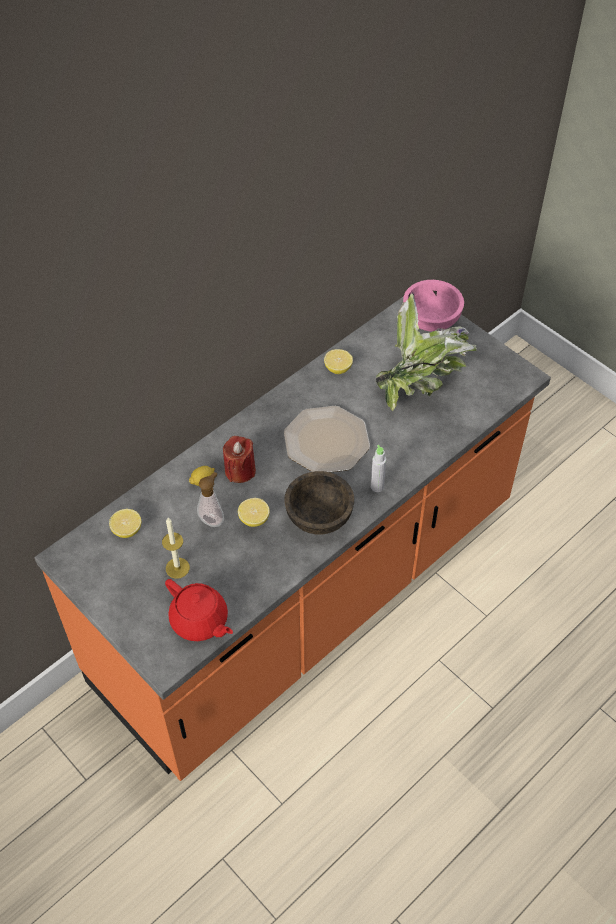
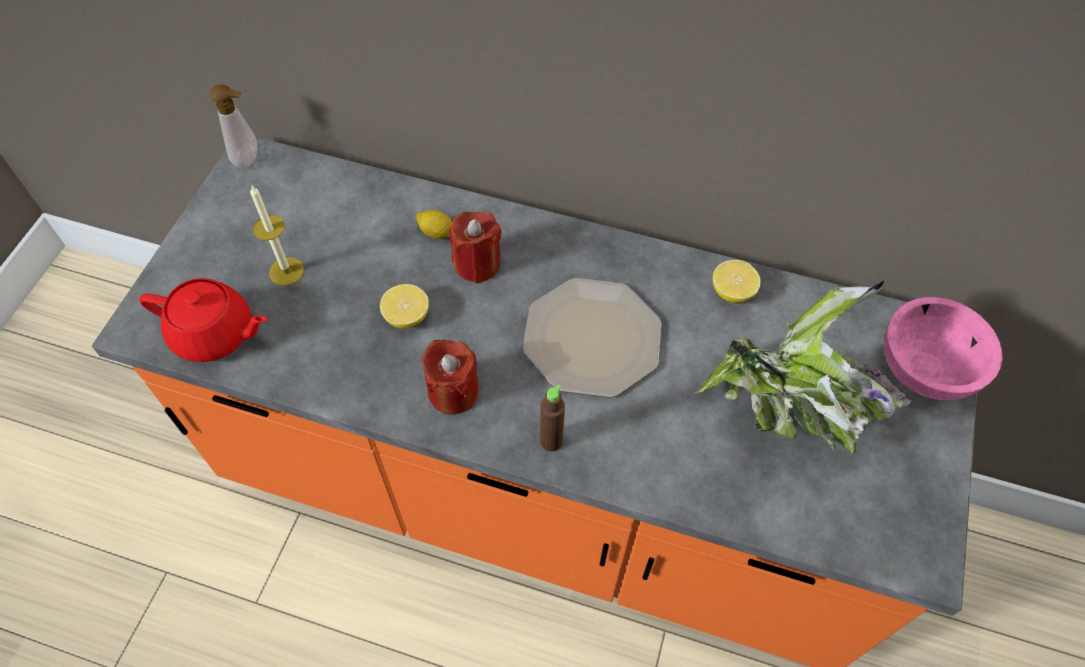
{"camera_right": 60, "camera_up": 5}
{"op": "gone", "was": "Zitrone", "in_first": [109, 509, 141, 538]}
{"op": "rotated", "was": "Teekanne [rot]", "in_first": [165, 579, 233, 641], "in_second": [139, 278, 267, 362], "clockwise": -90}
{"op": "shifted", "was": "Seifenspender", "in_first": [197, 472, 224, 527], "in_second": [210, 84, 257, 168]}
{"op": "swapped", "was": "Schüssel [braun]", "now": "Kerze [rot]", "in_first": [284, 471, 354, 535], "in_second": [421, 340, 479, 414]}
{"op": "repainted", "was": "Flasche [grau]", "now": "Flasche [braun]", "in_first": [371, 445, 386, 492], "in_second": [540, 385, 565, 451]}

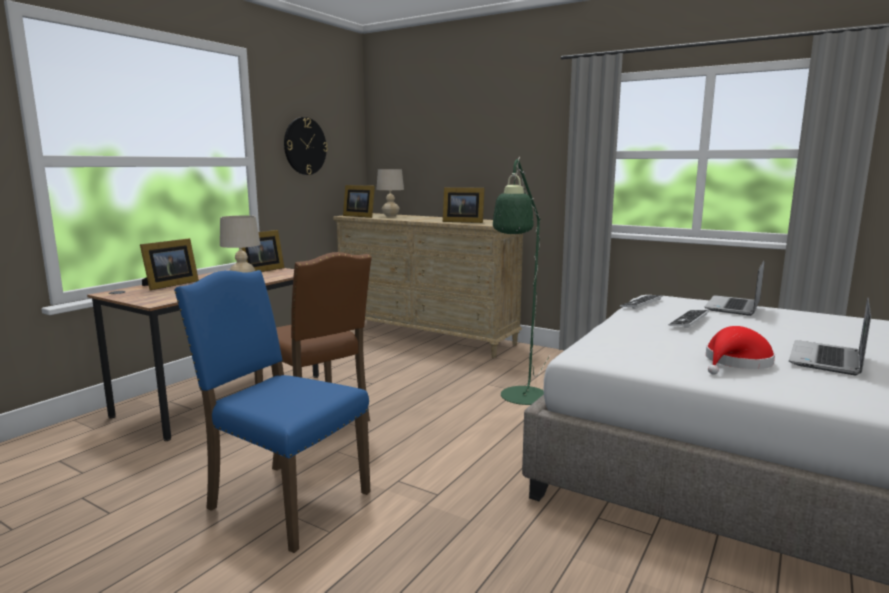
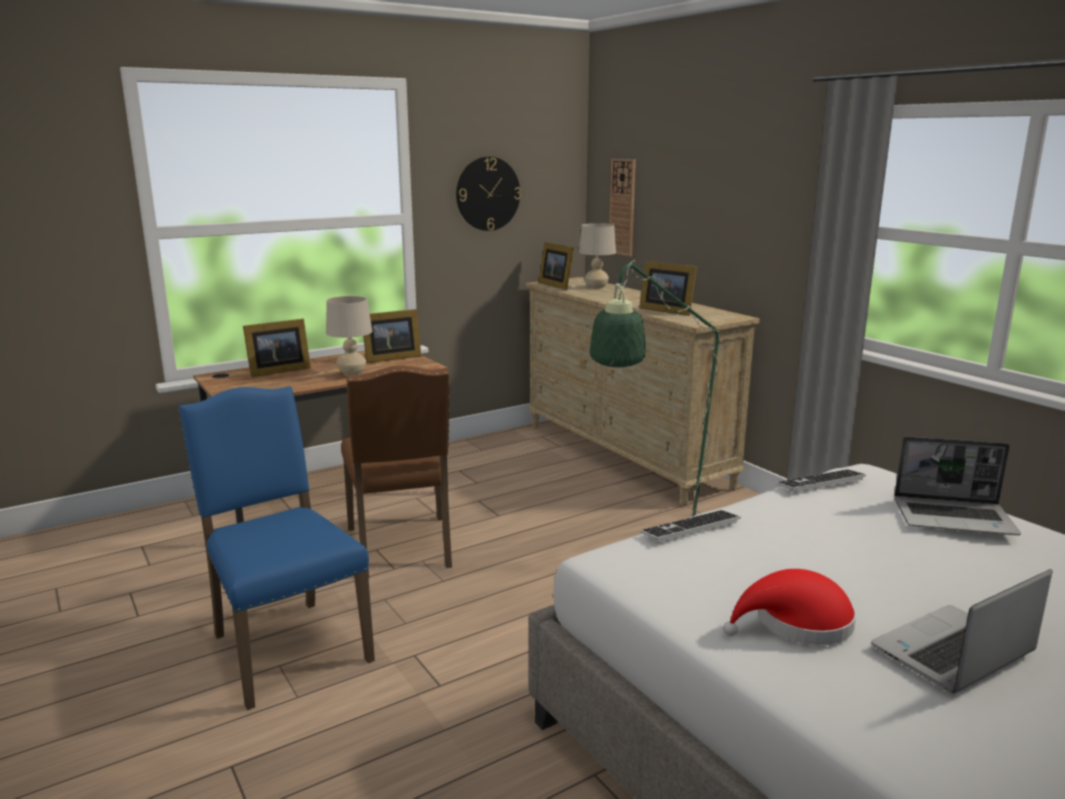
{"camera_right": 25, "camera_up": 5}
{"op": "shifted", "was": "Tastatur", "in_first": [668, 310, 709, 328], "in_second": [640, 510, 741, 543]}
{"op": "rotated", "was": "Laptop", "in_first": [704, 261, 764, 316], "in_second": [894, 436, 1021, 535], "clockwise": -135}
{"op": "new", "now": "Wanduhr", "in_second": [609, 159, 636, 257]}

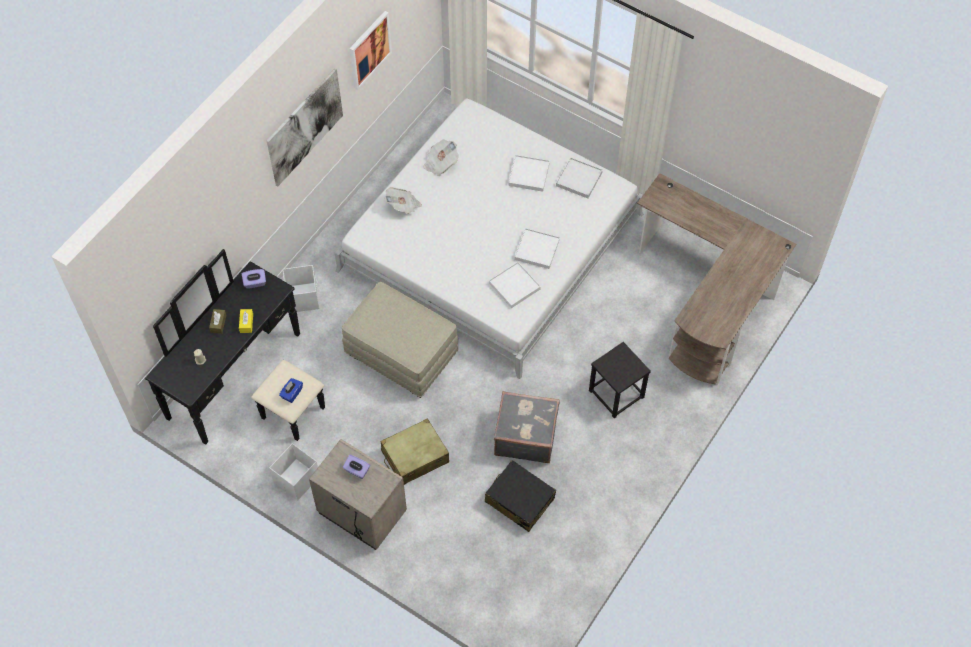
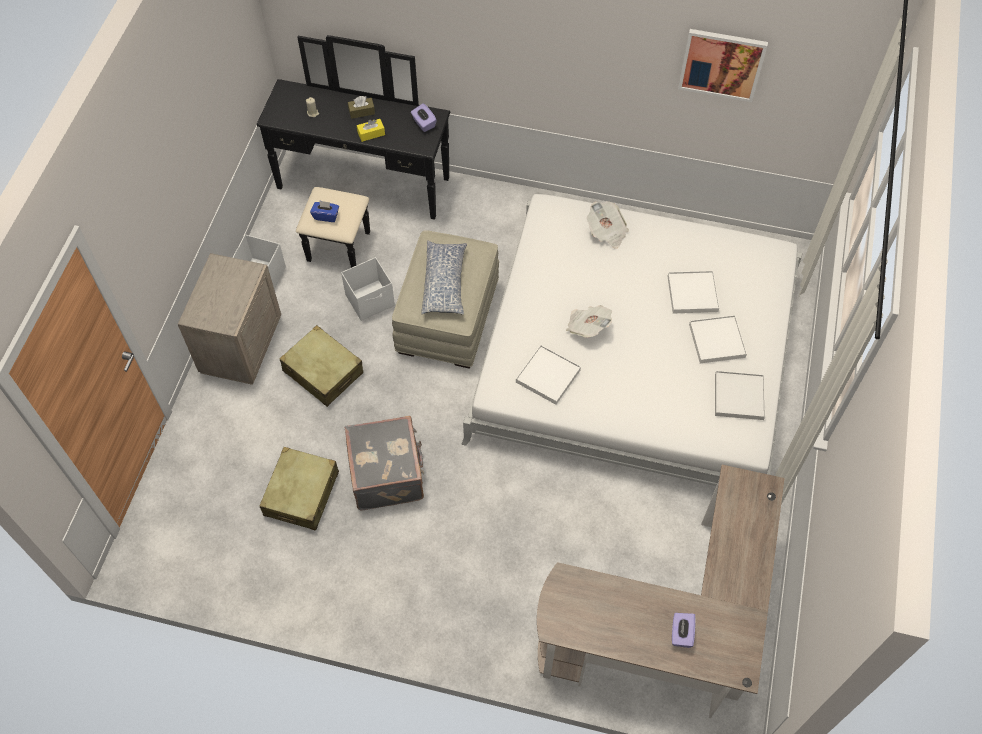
{"camera_right": 70, "camera_up": 0}
{"op": "gone", "was": "Bild", "in_first": [267, 68, 343, 186]}
{"op": "shifted", "was": "Aufbewahrungsbox [weiß]", "in_first": [283, 265, 319, 312], "in_second": [341, 257, 395, 321]}
{"op": "shifted", "was": "Taschentuchbox [lila]", "in_first": [343, 455, 370, 479], "in_second": [672, 613, 696, 648]}
{"op": "shifted", "was": "Zeitung", "in_first": [423, 139, 459, 176], "in_second": [566, 305, 612, 337]}
{"op": "repainted", "was": "Koffer [schwarz]", "now": "Koffer [beige]", "in_first": [485, 460, 556, 532], "in_second": [260, 447, 339, 530]}
{"op": "shifted", "was": "Tablett [weiß]", "in_first": [514, 228, 560, 269], "in_second": [668, 271, 719, 314]}
{"op": "gone", "was": "Hocker [schwarz]", "in_first": [589, 342, 651, 418]}
{"op": "new", "now": "Kissen", "in_second": [421, 240, 467, 315]}

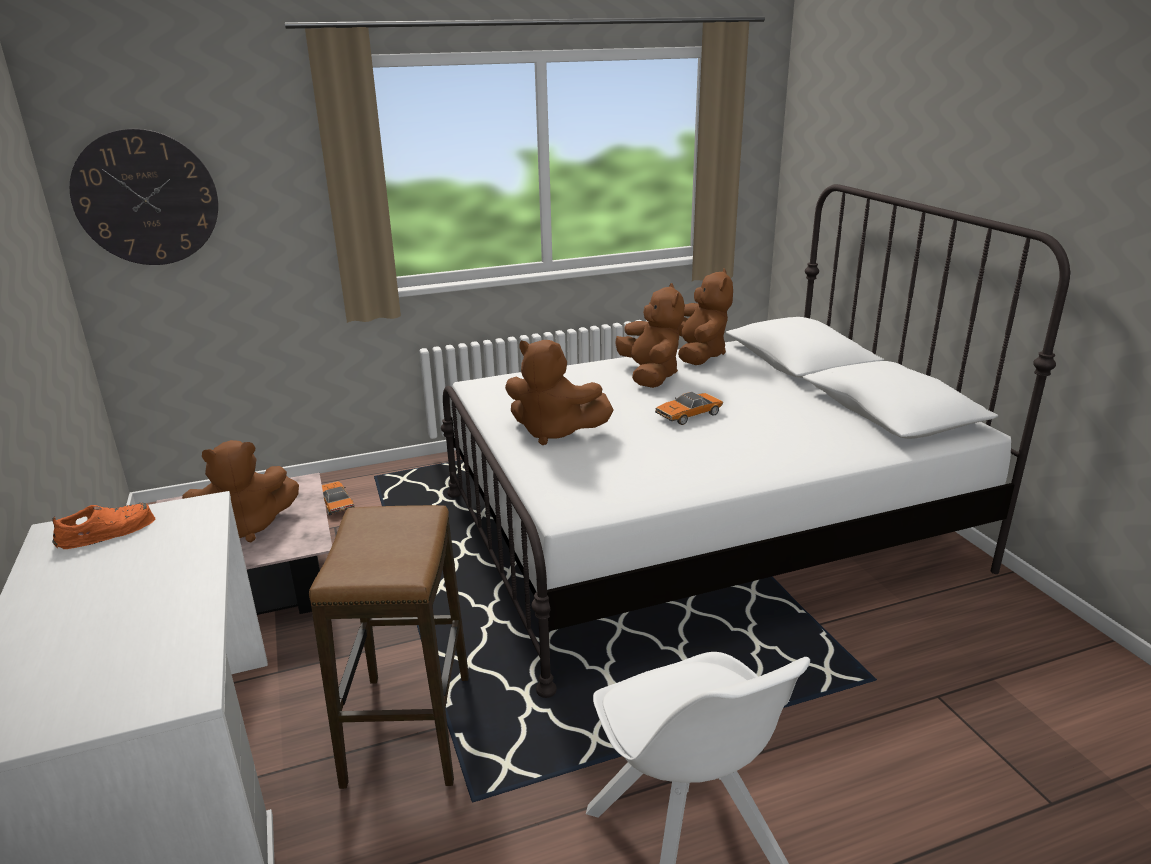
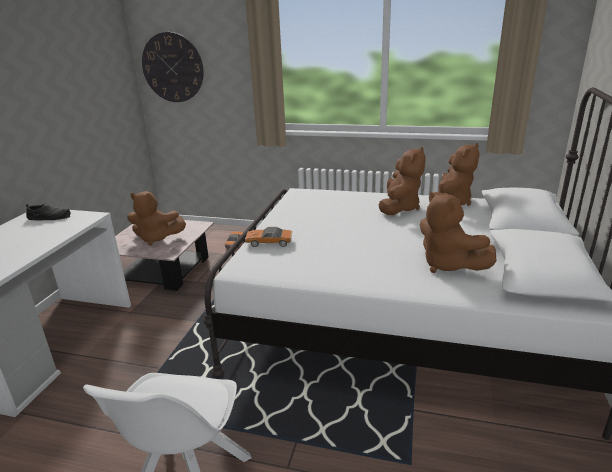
{"camera_right": 35, "camera_up": 0}
{"op": "repainted", "was": "Schuh [orange]", "now": "Schuh [schwarz]", "in_first": [52, 503, 155, 549], "in_second": [26, 203, 71, 221]}
{"op": "gone", "was": "Hocker", "in_first": [309, 505, 469, 789]}
{"op": "shifted", "was": "Plüschtier [braun]", "in_first": [505, 340, 614, 445], "in_second": [420, 192, 496, 273]}
{"op": "shifted", "was": "Spielzeugauto", "in_first": [655, 392, 723, 425], "in_second": [245, 227, 292, 247]}

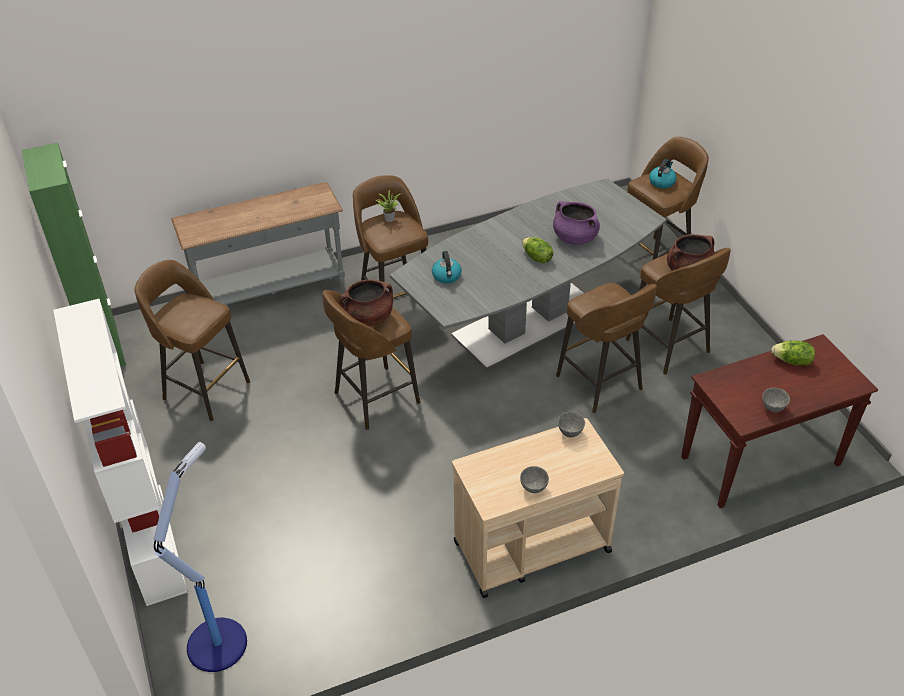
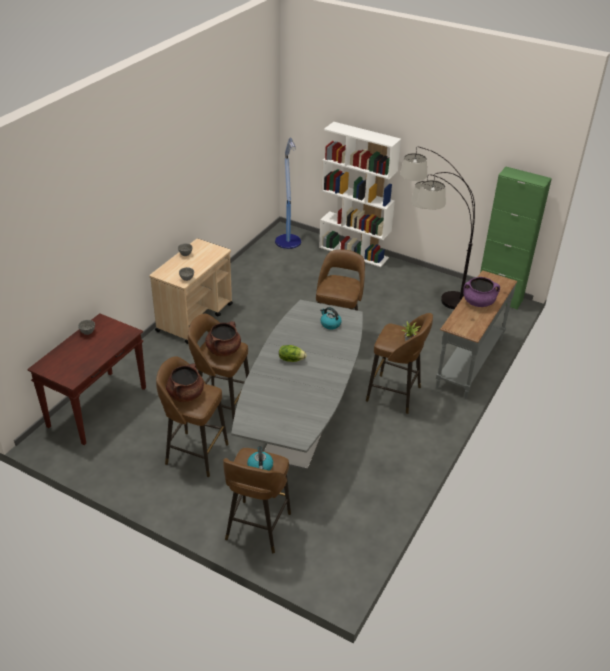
{"camera_right": 140, "camera_up": -5}
{"op": "swapped", "was": "Hocker [braun]", "now": "Stehlampe", "in_first": [134, 260, 250, 421], "in_second": [400, 147, 475, 309]}
{"op": "shifted", "was": "Kochtopf [braun]", "in_first": [339, 279, 393, 326], "in_second": [205, 321, 241, 356]}
{"op": "shifted", "was": "Kochtopf [lila]", "in_first": [553, 201, 600, 245], "in_second": [463, 277, 500, 307]}
{"op": "gone", "was": "Salatkopf", "in_first": [771, 340, 815, 366]}

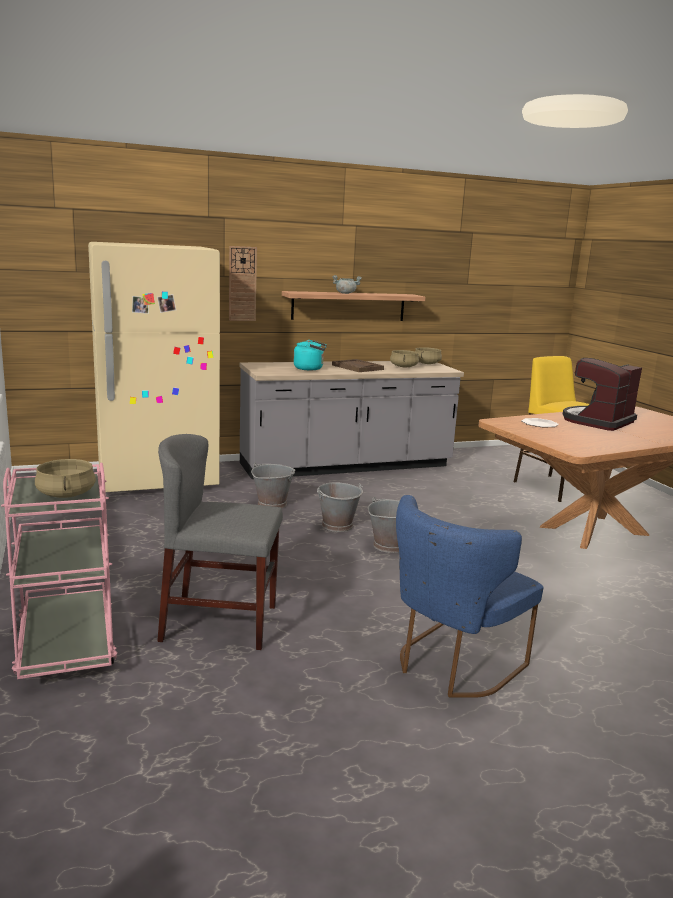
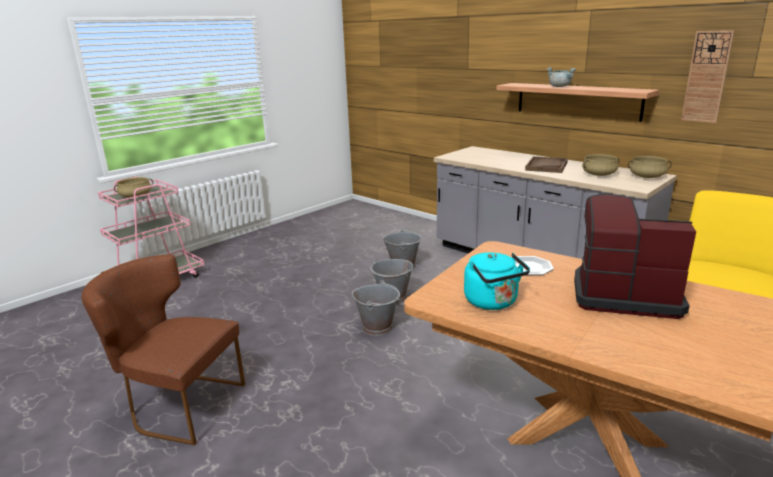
{"camera_right": 65, "camera_up": 5}
{"op": "gone", "was": "Kühlschrank [beige]", "in_first": [88, 242, 220, 492]}
{"op": "gone", "was": "Stuhl [grau]", "in_first": [157, 434, 283, 650]}
{"op": "shifted", "was": "Wanduhr", "in_first": [229, 246, 257, 321], "in_second": [681, 30, 735, 123]}
{"op": "shifted", "was": "Wasserkessel [türkis]", "in_first": [294, 340, 327, 370], "in_second": [464, 252, 530, 310]}
{"op": "repainted", "was": "Stuhl [blau]", "now": "Stuhl [braun]", "in_first": [396, 495, 544, 698], "in_second": [82, 254, 245, 445]}

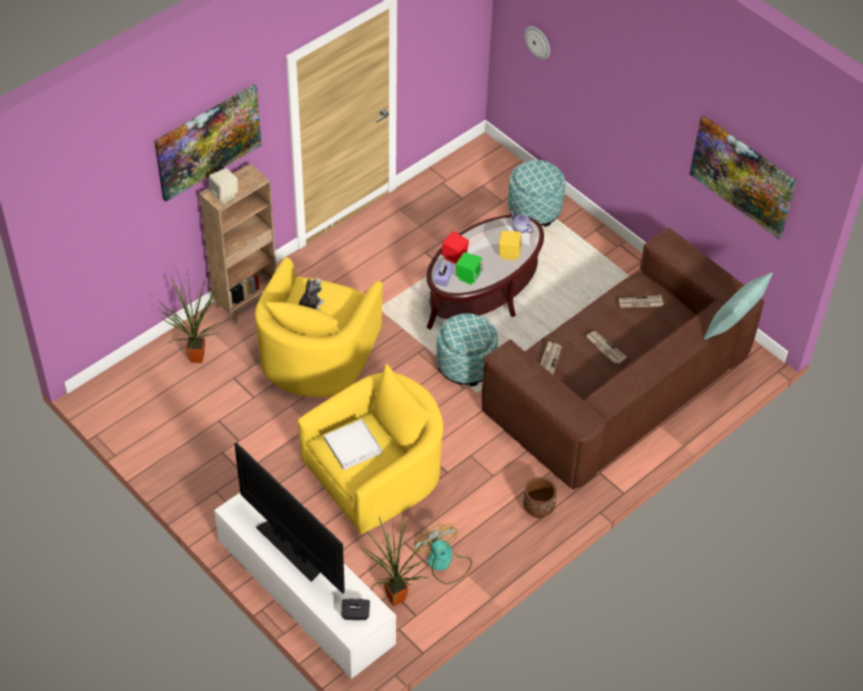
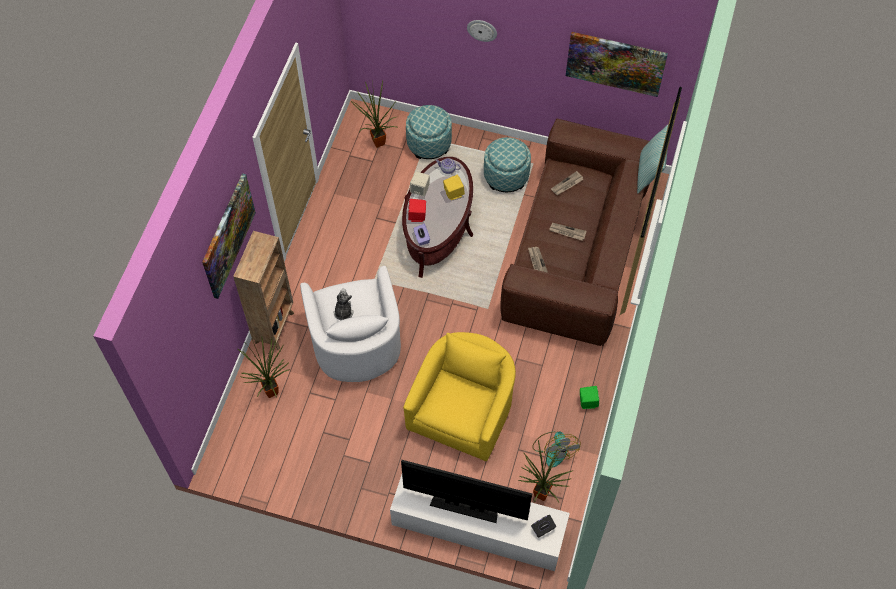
{"camera_right": -30, "camera_up": 10}
{"op": "shifted", "was": "Lautsprecher [beige]", "in_first": [209, 168, 238, 203], "in_second": [410, 171, 430, 197]}
{"op": "repainted", "was": "Sessel [gelb]", "now": "Sessel [weiß]", "in_first": [255, 257, 383, 397], "in_second": [300, 266, 401, 382]}
{"op": "gone", "was": "Tablett [weiß]", "in_first": [324, 419, 382, 470]}
{"op": "rotated", "was": "Ventilator", "in_first": [414, 524, 472, 584], "in_second": [532, 432, 581, 467], "clockwise": -135}
{"op": "shifted", "was": "Polsterhocker", "in_first": [436, 313, 498, 387], "in_second": [484, 137, 531, 192]}
{"op": "shifted", "was": "Lautsprecher [grün]", "in_first": [456, 252, 482, 285], "in_second": [580, 386, 599, 409]}
{"op": "gone", "was": "Pflanzkübel [braun]", "in_first": [523, 477, 557, 518]}
{"op": "shifted", "was": "Wanduhr", "in_first": [524, 26, 550, 60], "in_second": [467, 20, 497, 42]}
{"op": "new", "now": "Topfpflanze", "in_second": [351, 81, 398, 148]}

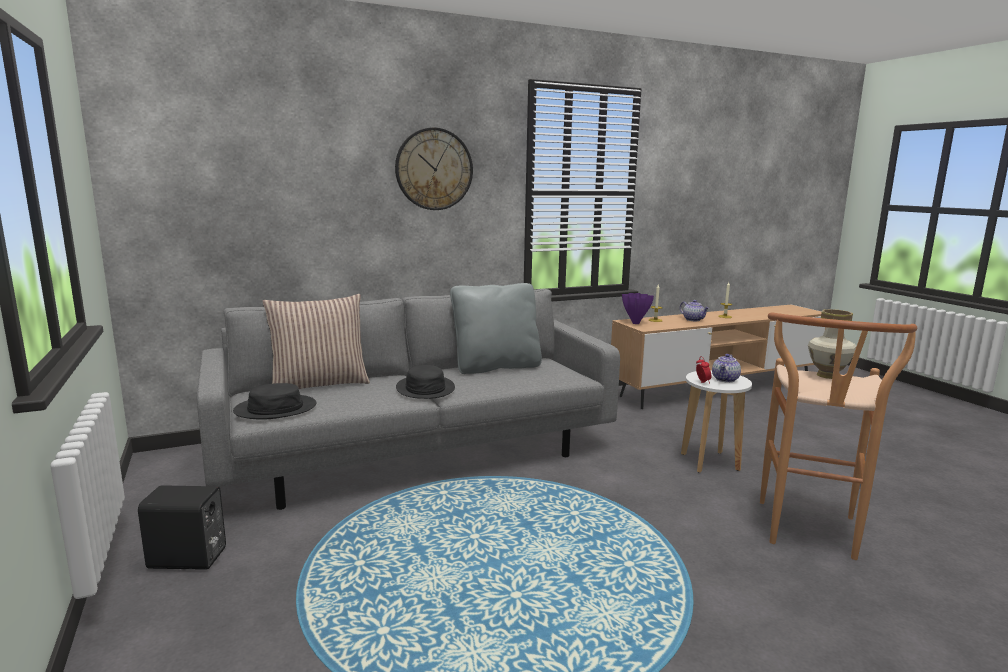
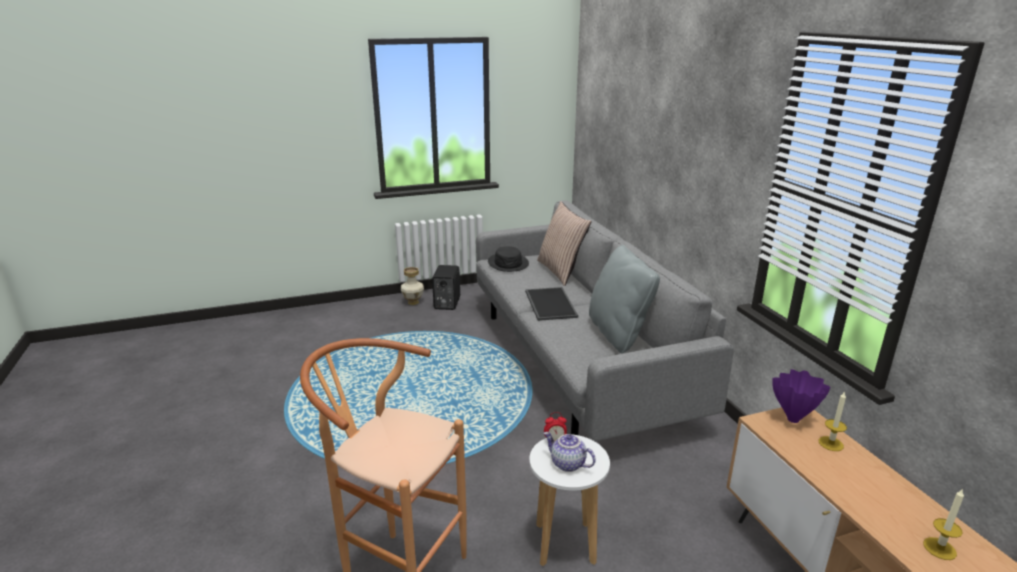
{"camera_right": 95, "camera_up": 10}
{"op": "gone", "was": "Wanduhr", "in_first": [395, 128, 473, 210]}
{"op": "swapped", "was": "Hut [schwarz]", "now": "Tablett", "in_first": [396, 365, 455, 399], "in_second": [525, 287, 578, 321]}
{"op": "gone", "was": "Teekanne", "in_first": [680, 300, 709, 321]}
{"op": "shifted", "was": "Vase", "in_first": [808, 309, 857, 379], "in_second": [401, 267, 424, 305]}

